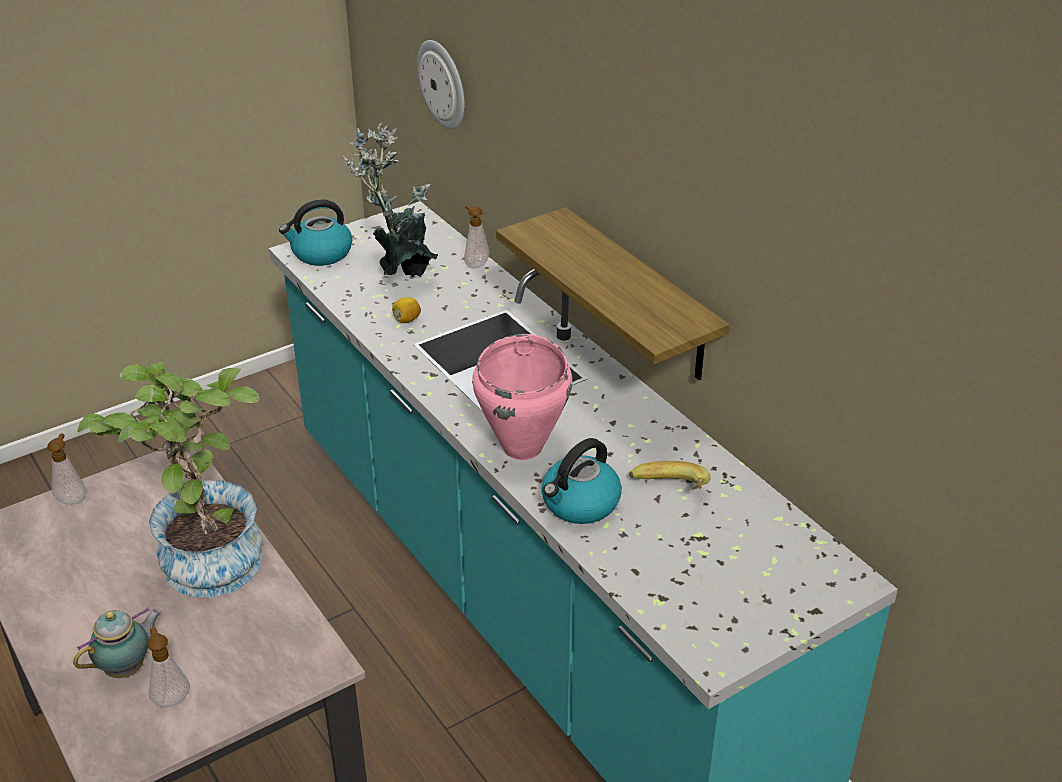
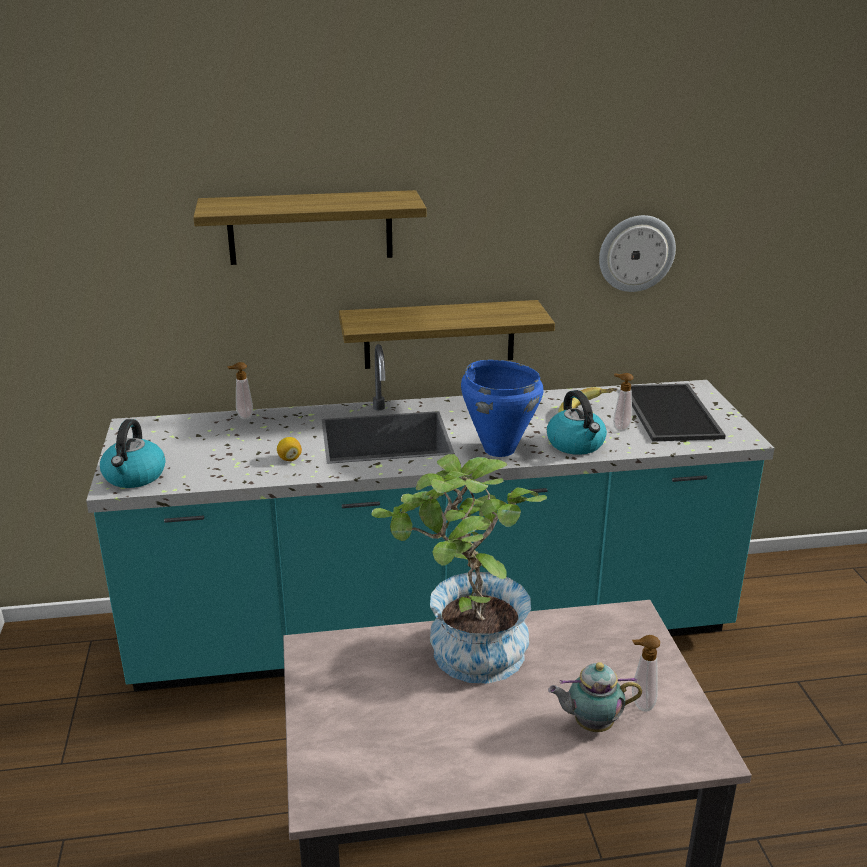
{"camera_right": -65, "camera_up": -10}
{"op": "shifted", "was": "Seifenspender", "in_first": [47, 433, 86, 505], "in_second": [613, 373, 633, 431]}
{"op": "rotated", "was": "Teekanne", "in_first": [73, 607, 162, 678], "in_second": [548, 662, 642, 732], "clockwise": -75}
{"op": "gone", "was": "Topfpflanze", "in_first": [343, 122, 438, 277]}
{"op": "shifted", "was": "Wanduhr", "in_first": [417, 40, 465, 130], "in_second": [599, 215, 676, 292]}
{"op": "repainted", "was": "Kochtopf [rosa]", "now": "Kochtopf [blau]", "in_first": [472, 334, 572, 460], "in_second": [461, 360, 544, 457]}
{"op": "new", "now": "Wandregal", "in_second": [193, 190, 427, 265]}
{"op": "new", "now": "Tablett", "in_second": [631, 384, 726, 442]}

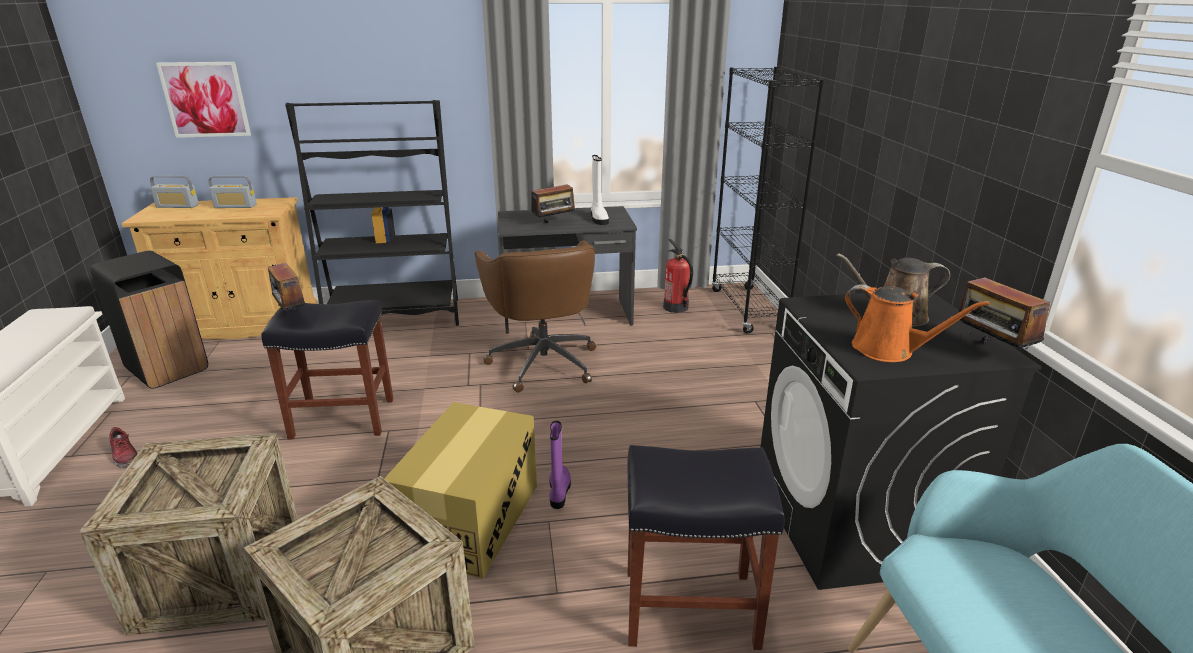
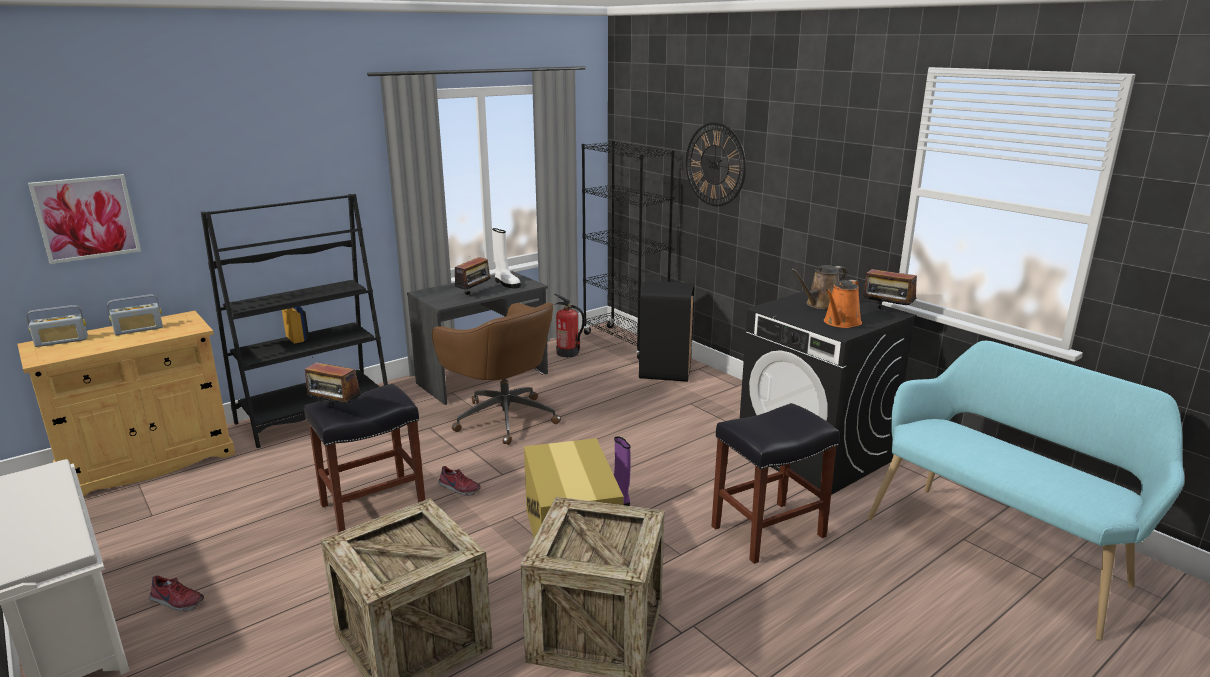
{"camera_right": -30, "camera_up": -5}
{"op": "shifted", "was": "Mülleimer [schwarz]", "in_first": [90, 251, 208, 389], "in_second": [639, 281, 694, 382]}
{"op": "rotated", "was": "Gießkanne [orange]", "in_first": [845, 284, 990, 362], "in_second": [824, 280, 862, 328], "clockwise": 120}
{"op": "new", "now": "Schuh", "in_second": [438, 466, 481, 496]}
{"op": "new", "now": "Wanduhr", "in_second": [686, 122, 746, 206]}

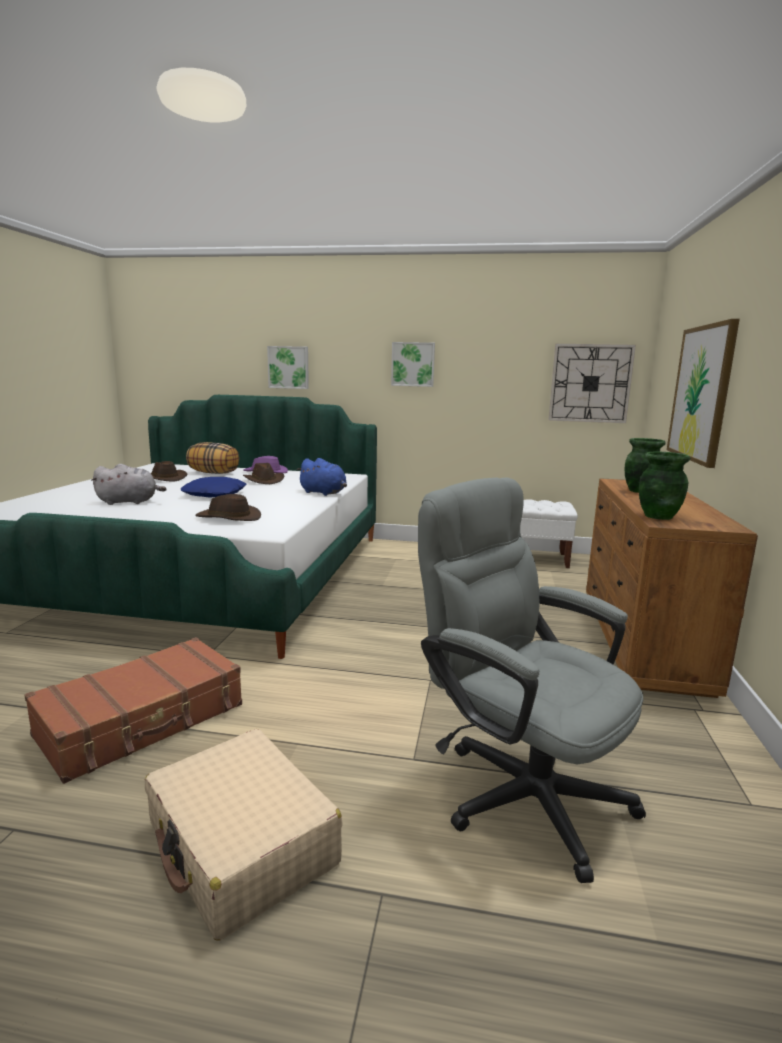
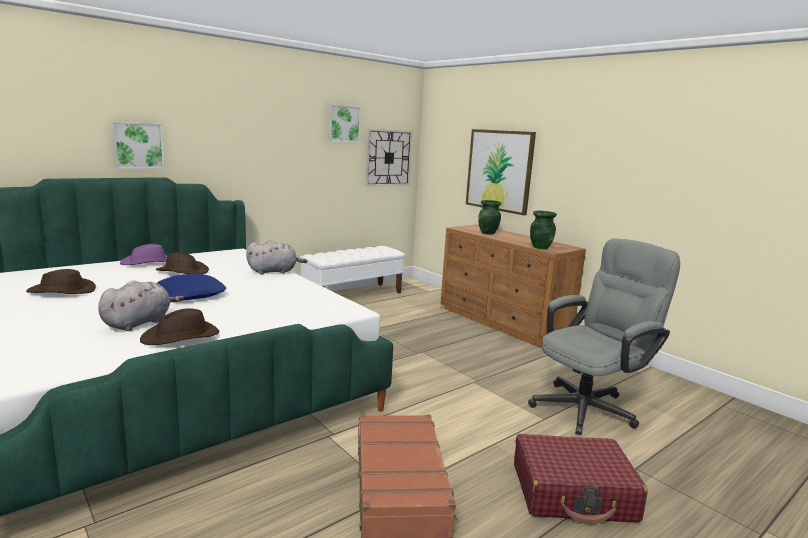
{"camera_right": -50, "camera_up": 0}
{"op": "repainted", "was": "Koffer [beige]", "now": "Koffer [rot]", "in_first": [145, 729, 343, 941], "in_second": [514, 434, 648, 525]}
{"op": "gone", "was": "Kissen", "in_first": [186, 442, 239, 474]}
{"op": "shifted", "was": "Hut [braun]", "in_first": [195, 494, 261, 521], "in_second": [140, 308, 219, 345]}
{"op": "repainted", "was": "Plüschtier [blau]", "now": "Plüschtier [grau]", "in_first": [297, 458, 347, 496], "in_second": [246, 240, 308, 275]}
{"op": "shifted", "was": "Bild", "in_first": [391, 342, 435, 387], "in_second": [328, 105, 361, 143]}
{"op": "rotated", "was": "Bürostuhl [grau]", "in_first": [418, 477, 646, 883], "in_second": [528, 238, 680, 435], "clockwise": 150}

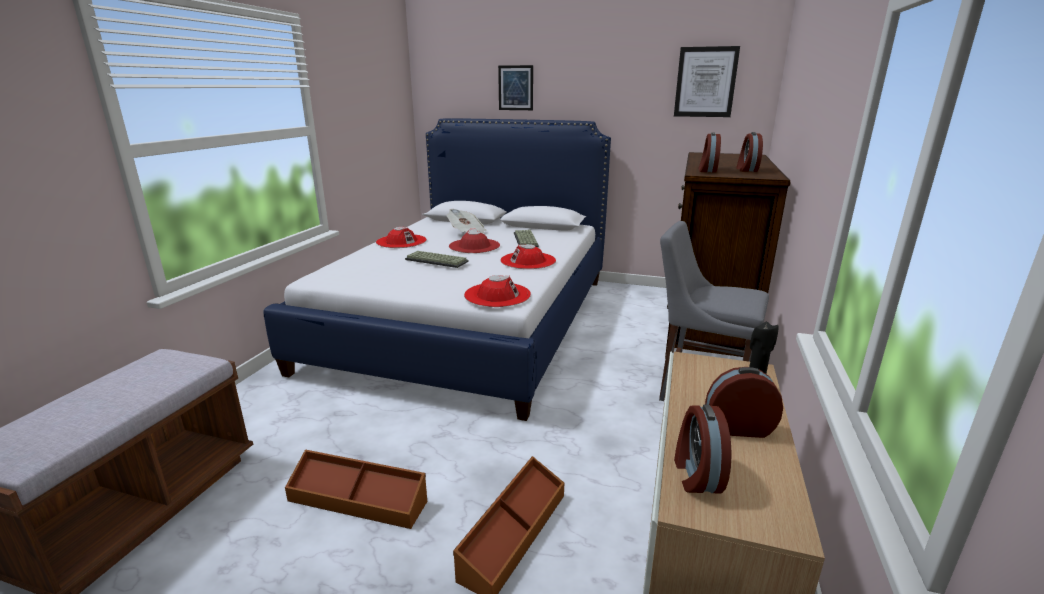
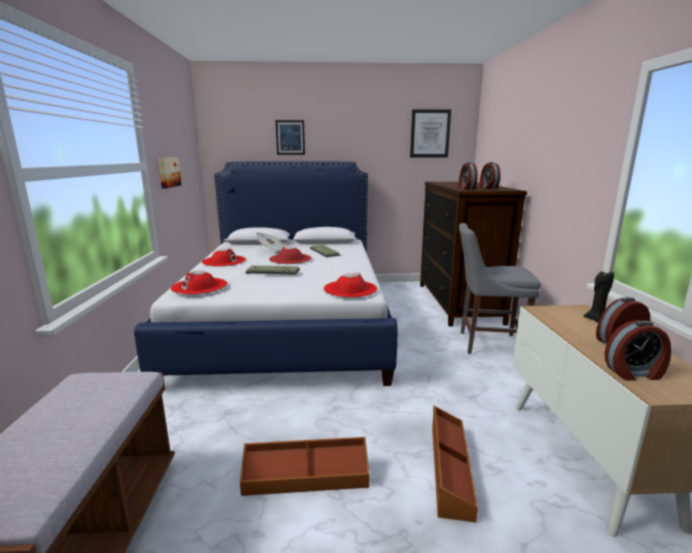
{"camera_right": -20, "camera_up": -5}
{"op": "shifted", "was": "Hut [rot]", "in_first": [500, 244, 556, 269], "in_second": [171, 271, 227, 295]}
{"op": "rotated", "was": "Wecker", "in_first": [674, 404, 732, 493], "in_second": [605, 320, 671, 381], "clockwise": -75}
{"op": "new", "now": "Bild", "in_second": [158, 157, 181, 189]}

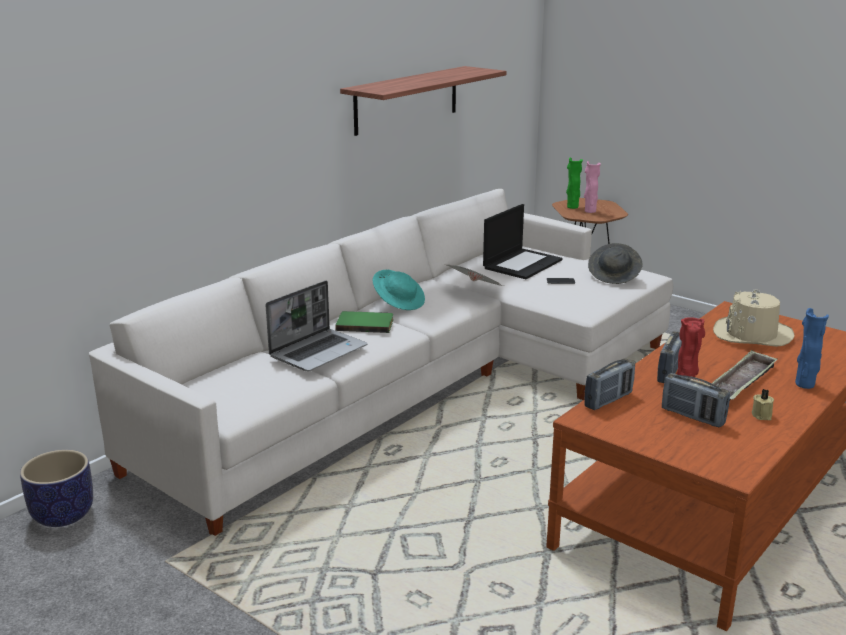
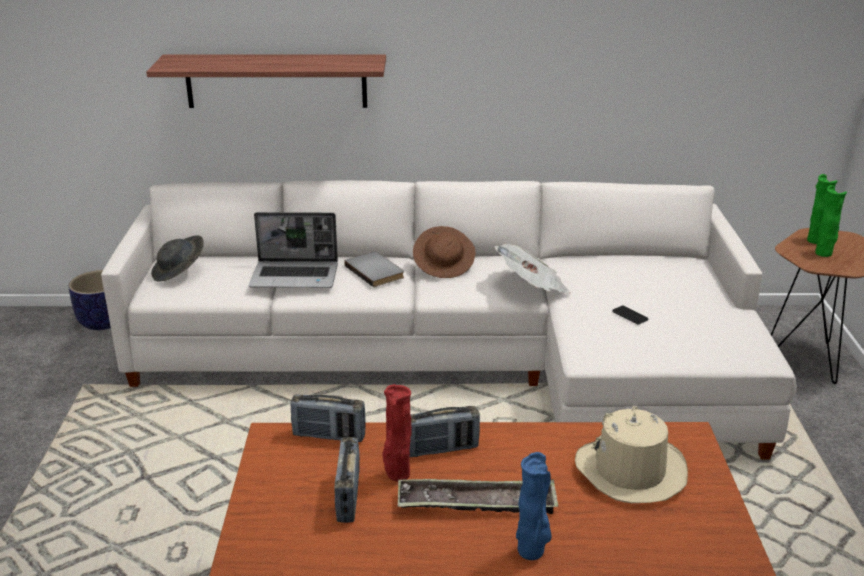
{"camera_right": 50, "camera_up": 5}
{"op": "repainted", "was": "Buch [grün]", "now": "Buch [grau]", "in_first": [335, 311, 393, 333], "in_second": [344, 252, 404, 287]}
{"op": "shifted", "was": "Wandregal", "in_first": [340, 66, 507, 136], "in_second": [146, 54, 386, 108]}
{"op": "repainted", "was": "Hut [türkis]", "now": "Hut [braun]", "in_first": [373, 270, 425, 310], "in_second": [413, 226, 475, 278]}
{"op": "gone", "was": "Laptop", "in_first": [483, 204, 563, 279]}
{"op": "repainted", "was": "Vase [rosa]", "now": "Vase [grün]", "in_first": [584, 161, 601, 213], "in_second": [815, 185, 847, 257]}
{"op": "shifted", "was": "Hut [grau]", "in_first": [588, 243, 643, 284], "in_second": [151, 235, 204, 282]}
{"op": "gone", "was": "Kerze [beige]", "in_first": [752, 389, 774, 420]}

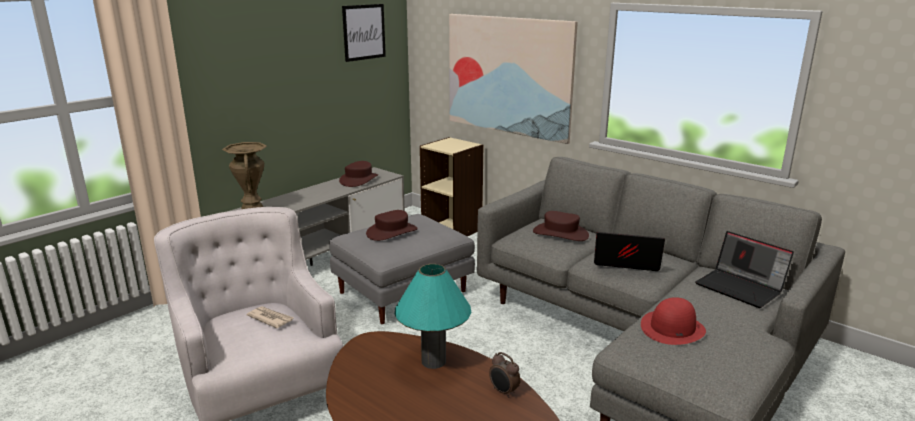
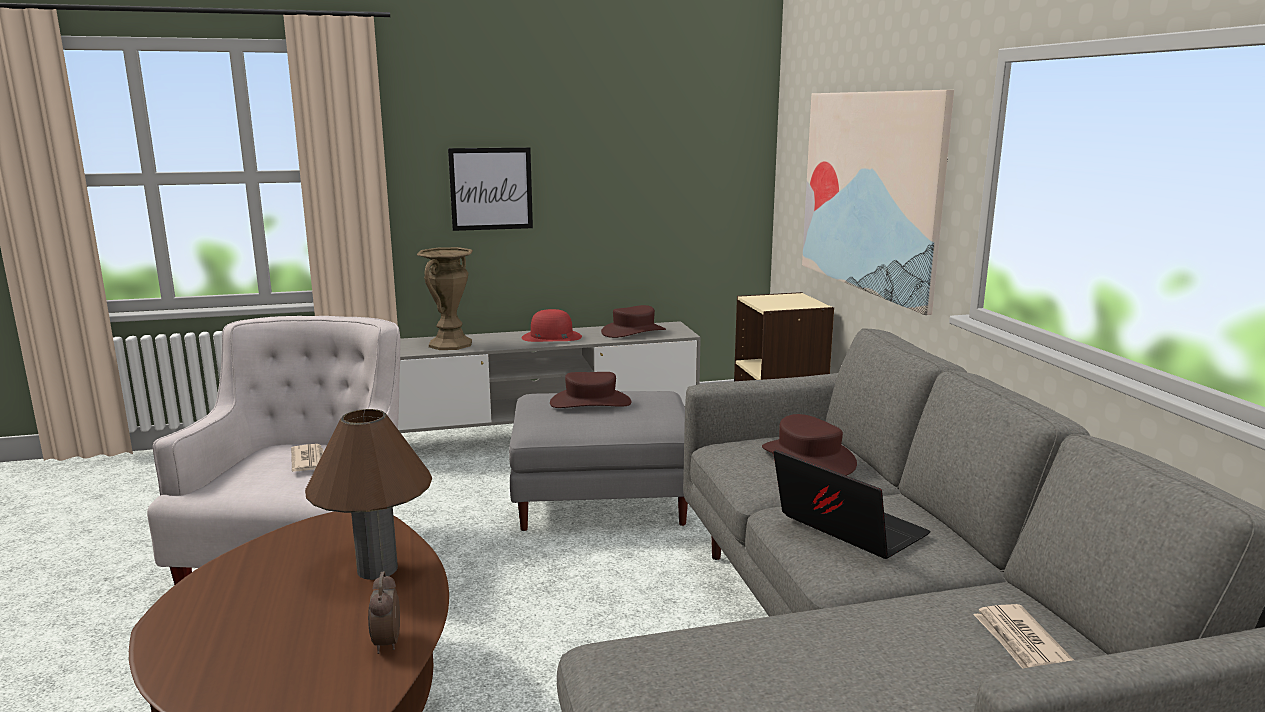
{"camera_right": 35, "camera_up": -5}
{"op": "shifted", "was": "Bild", "in_first": [342, 4, 386, 62], "in_second": [448, 147, 533, 231]}
{"op": "repainted", "was": "Tischlampe [türkis]", "now": "Tischlampe [braun]", "in_first": [395, 264, 471, 369], "in_second": [305, 409, 432, 580]}
{"op": "shifted", "was": "Hut [rot]", "in_first": [641, 297, 706, 345], "in_second": [522, 309, 582, 342]}
{"op": "swapped", "was": "Laptop", "now": "Zeitung", "in_first": [695, 231, 794, 308], "in_second": [973, 604, 1074, 669]}

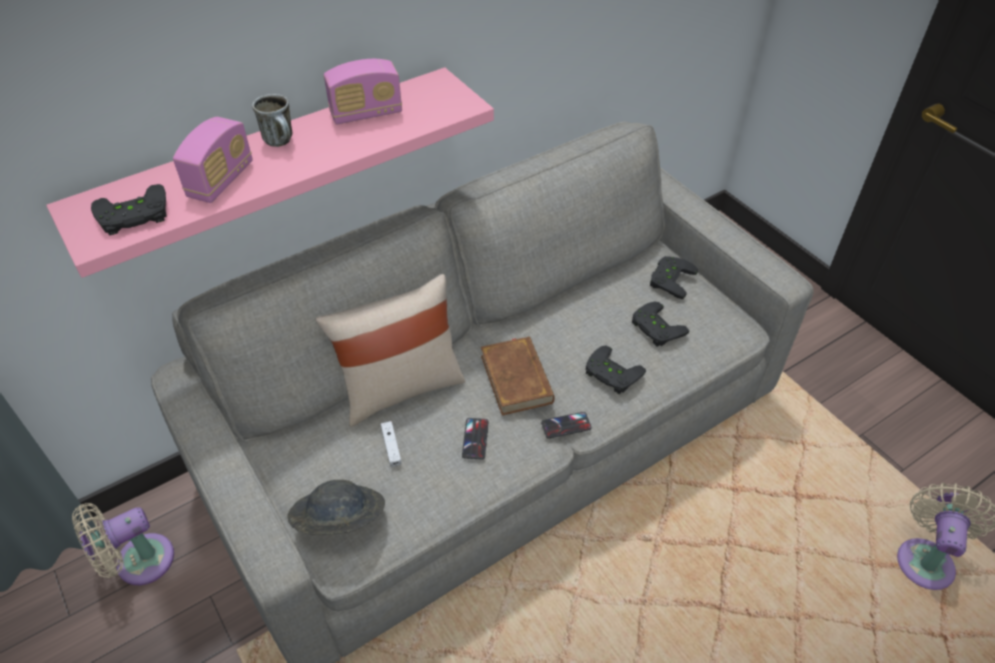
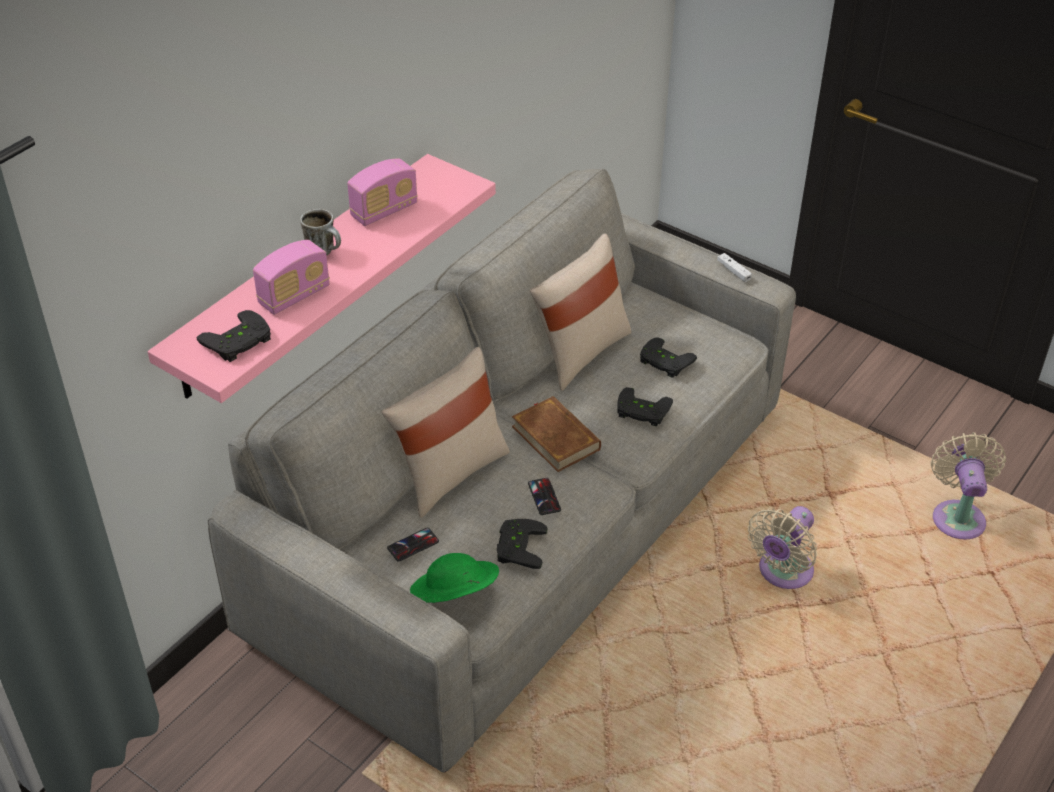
{"camera_right": -20, "camera_up": -5}
{"op": "shifted", "was": "Ventilator [beige]", "in_first": [72, 503, 174, 585], "in_second": [748, 506, 817, 589]}
{"op": "rotated", "was": "Radio", "in_first": [173, 117, 253, 203], "in_second": [253, 240, 330, 315], "clockwise": 45}
{"op": "repainted", "was": "Hut [grau]", "now": "Hut [grün]", "in_first": [288, 480, 385, 535], "in_second": [410, 553, 499, 603]}
{"op": "shifted", "was": "Gamepad [weiß]", "in_first": [381, 421, 401, 467], "in_second": [717, 253, 752, 282]}
{"op": "shifted", "was": "Handy", "in_first": [541, 412, 592, 438], "in_second": [387, 528, 439, 562]}
{"op": "shifted", "was": "Gamepad [schwarz]", "in_first": [650, 256, 698, 299], "in_second": [497, 519, 547, 569]}
{"op": "new", "now": "Kissen [beige]", "in_second": [530, 233, 631, 391]}

